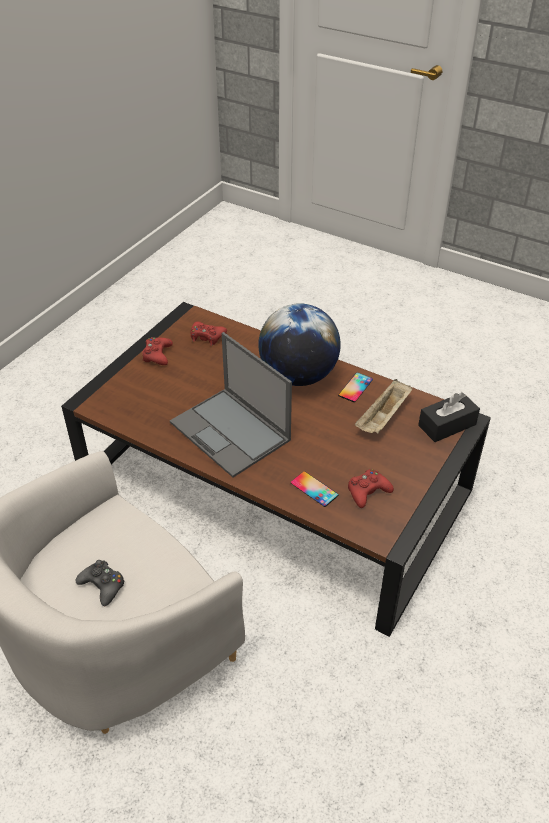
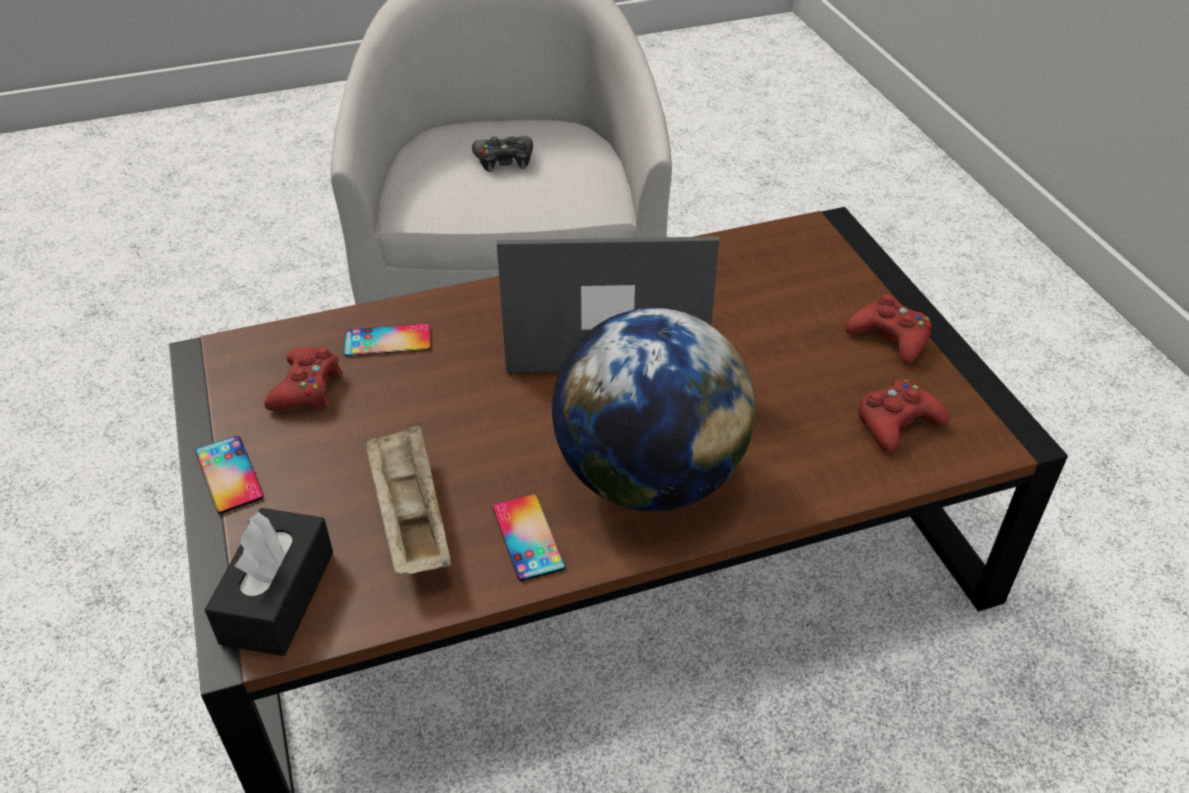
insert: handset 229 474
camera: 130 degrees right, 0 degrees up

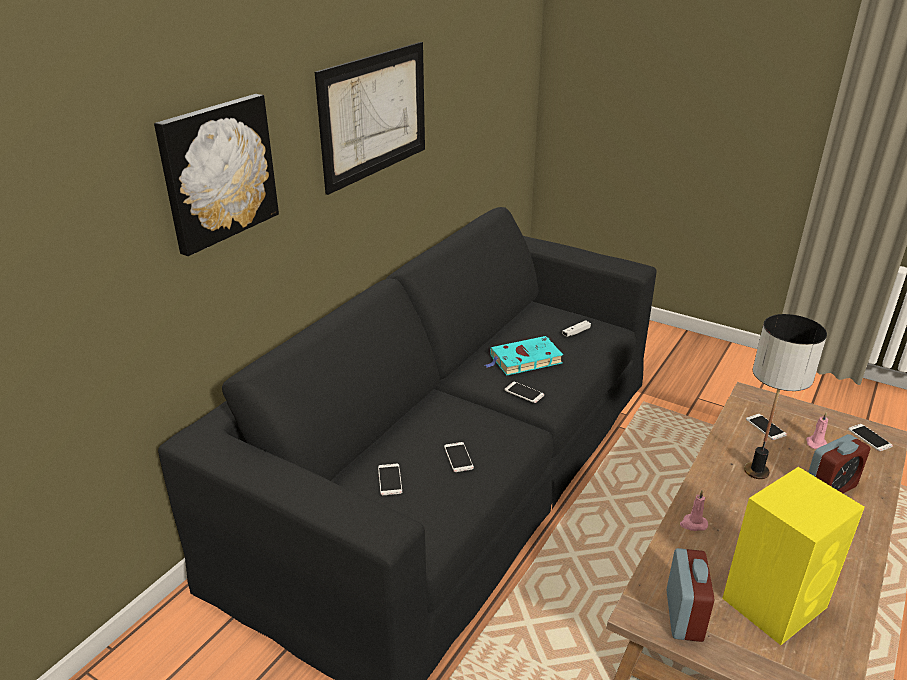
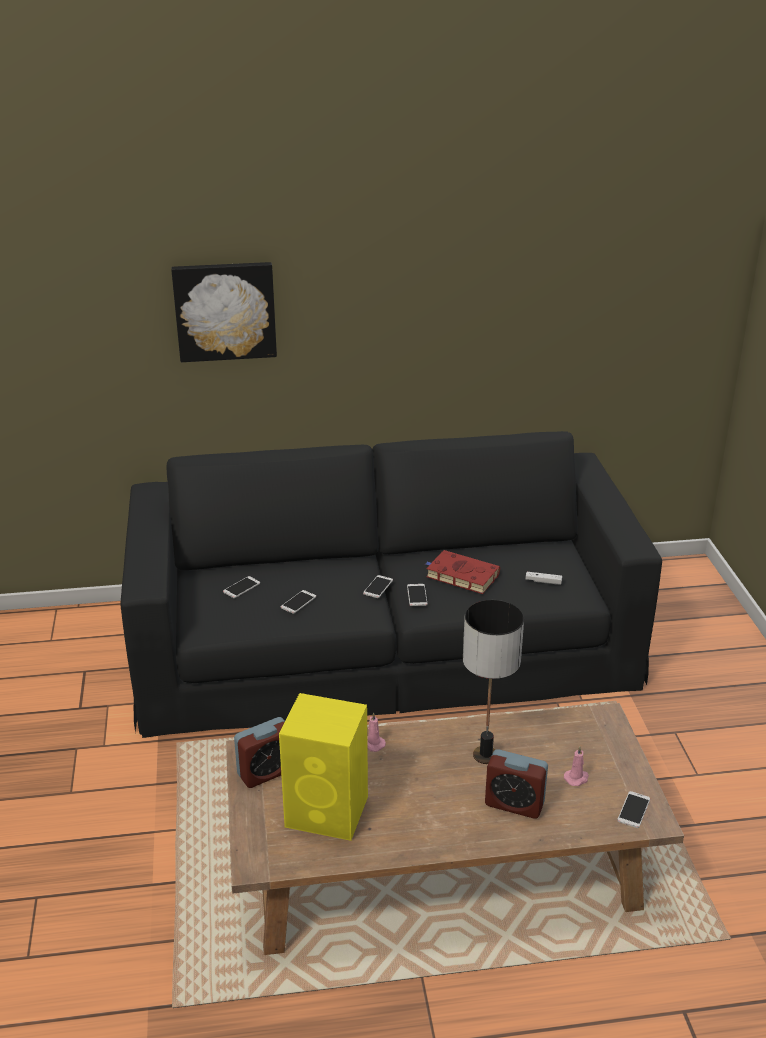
delete: wall art 374 114
move: handset 765 427 to 378 587
recolor: turquoise volume 524 360 to red-coloured volume 460 575
camera: 50 degrees right, 0 degrees up

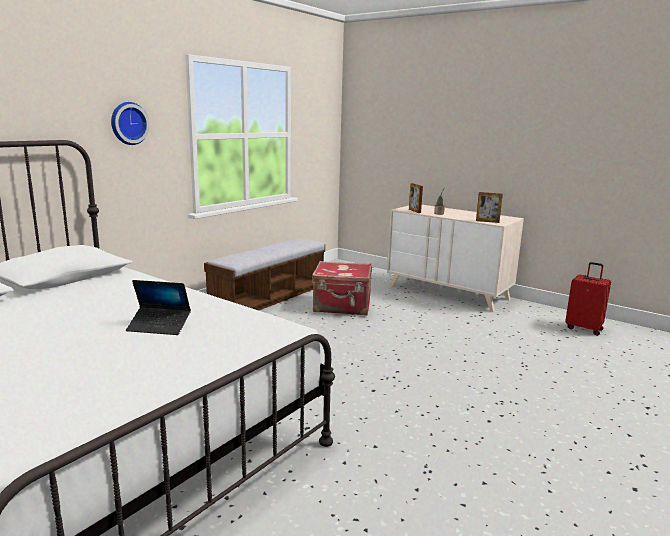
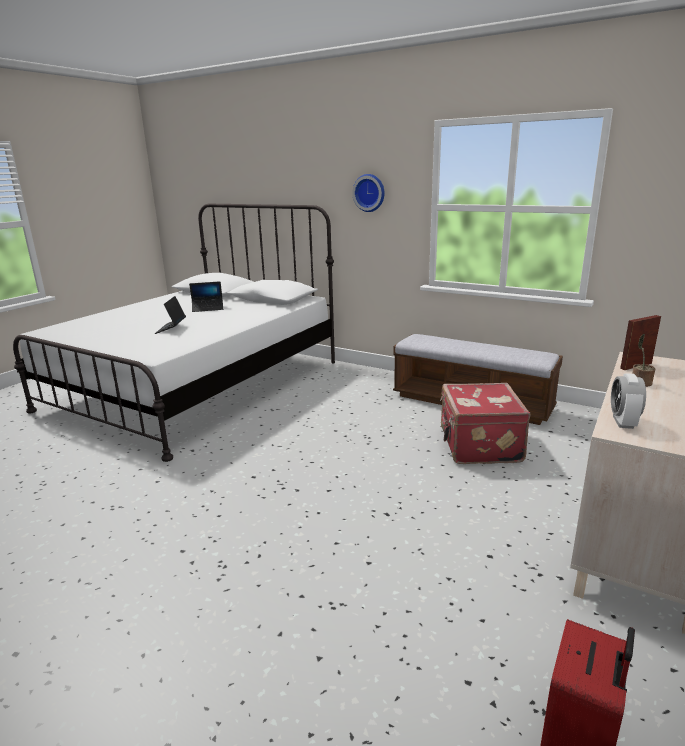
insert: notebook computer 208 308
replace: picture frame 487 221 to bedside clock 623 422
camera: 85 degrees right, 5 degrees up

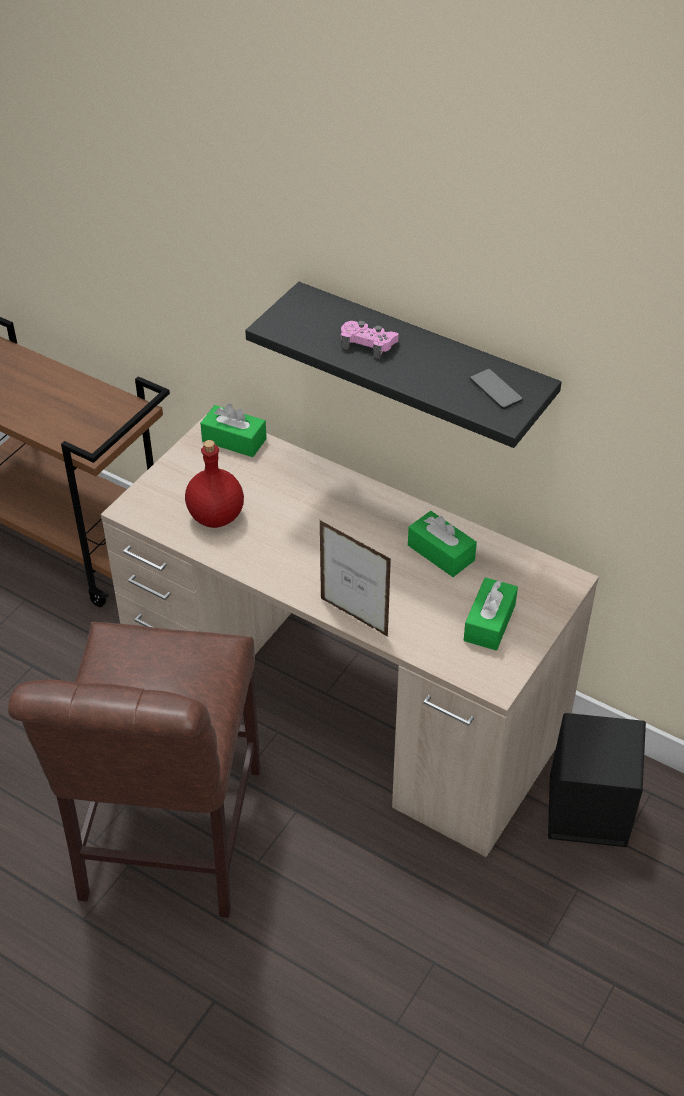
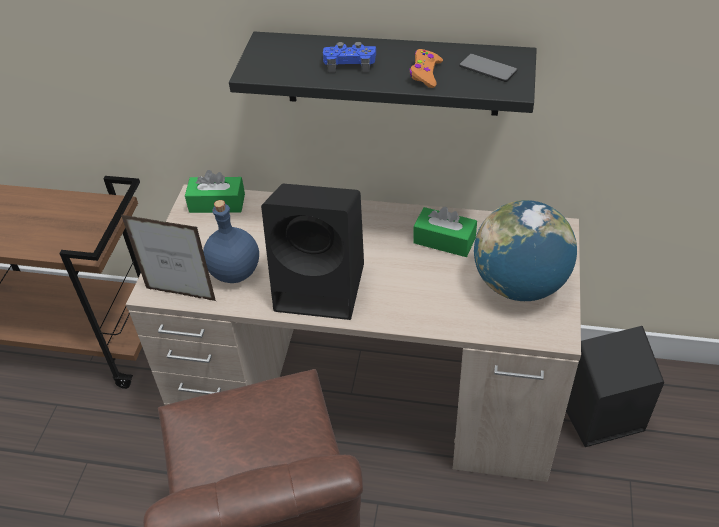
insert: black audio speaker 322 286; orangey gamepad 425 73
move: picture frame 354 617 to 181 294
replace: green-coloured tissue holder 489 622 to world globe 519 285
recolor: red-coloured drink bottle 215 517 to blue drink bottle 234 273; pink gamepad 368 343 to blue gamepad 350 63
camera: 20 degrees left, 0 degrees up

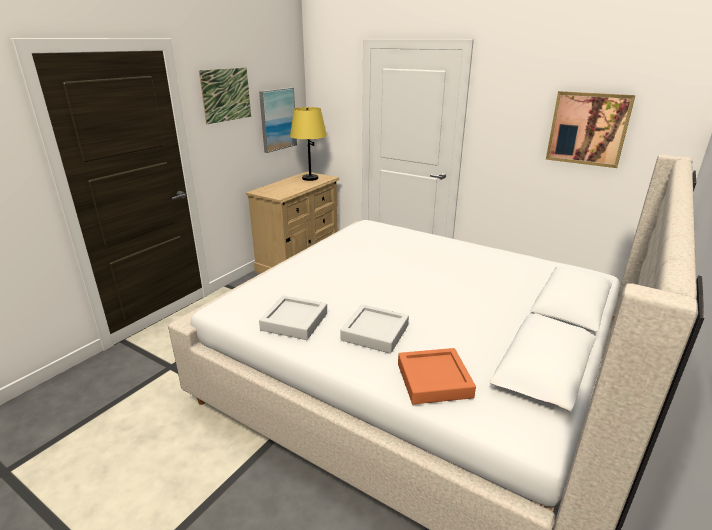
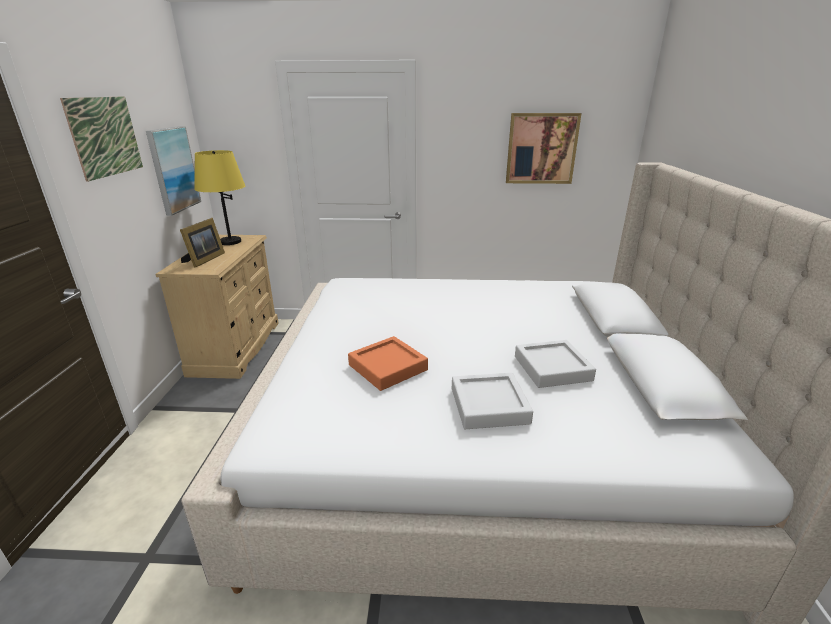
insert: picture frame 204 260
move: gray carrying tray 294 322 to 552 368; orangey carrying tray 434 380 to 388 367
camera: 30 degrees left, 0 degrees up

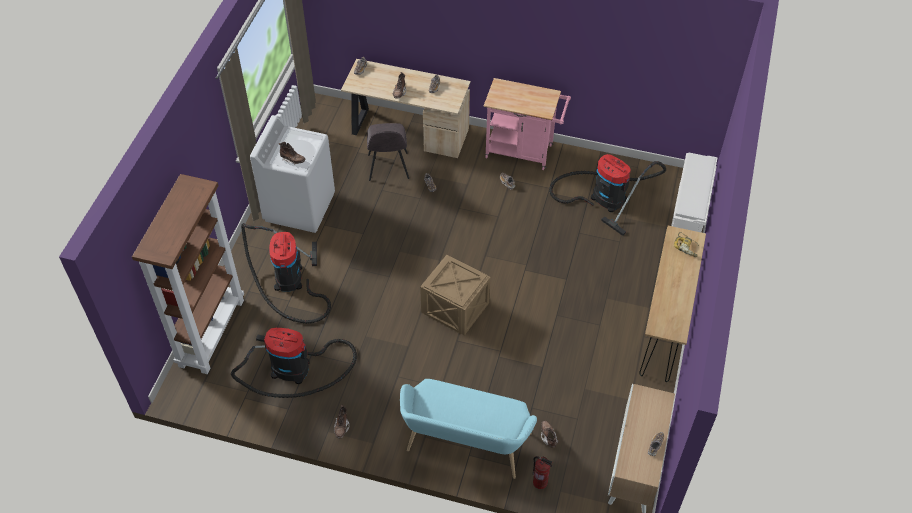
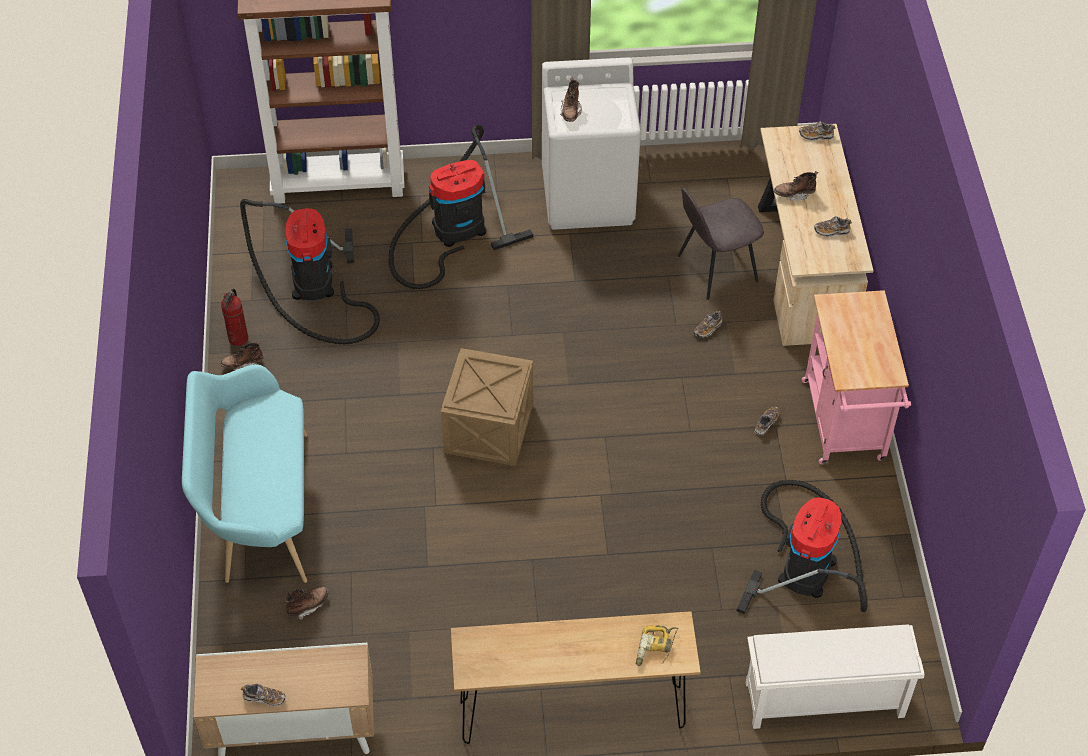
move: fire-fighting cylinder 540 482 to 238 338
camera: 70 degrees right, 0 degrees up

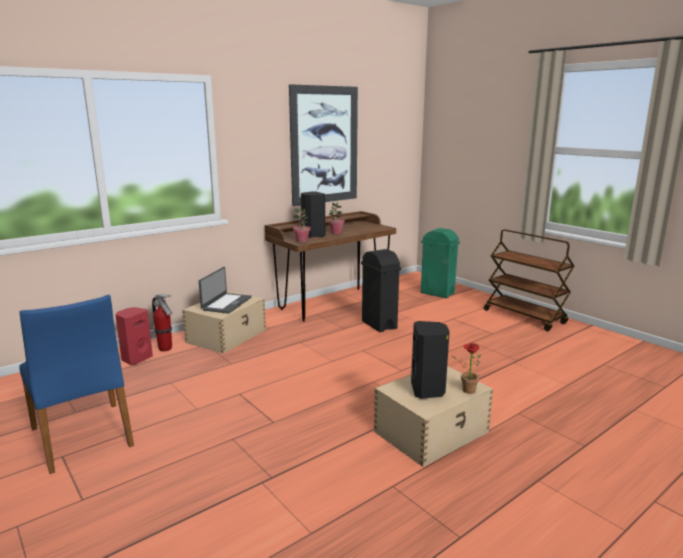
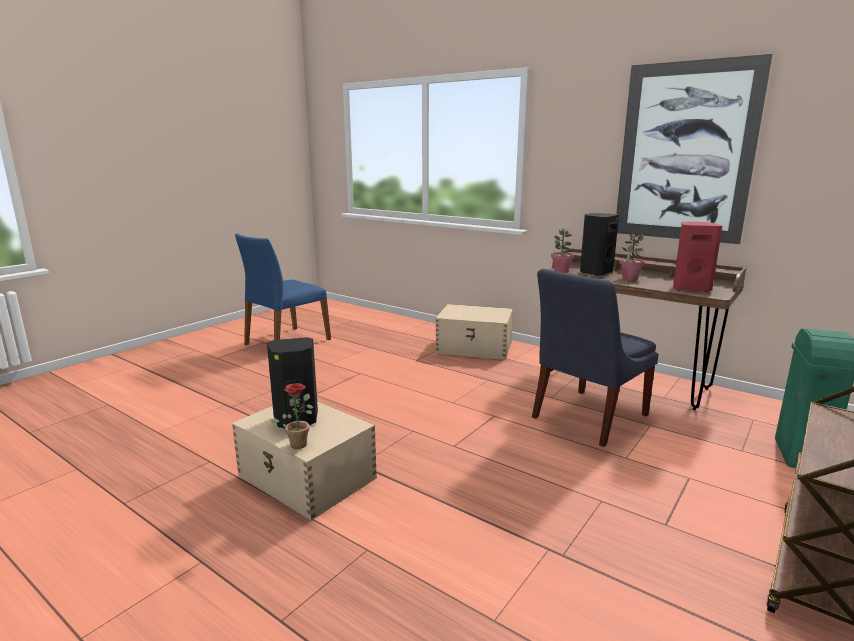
delete: fire-fighting cylinder 165 349; notebook computer 226 303
move: red-coloured audio speaker 136 358 to 690 288
replace: black rubbish bin 379 325 to blue chair 586 417
camera: 75 degrees right, 0 degrees up

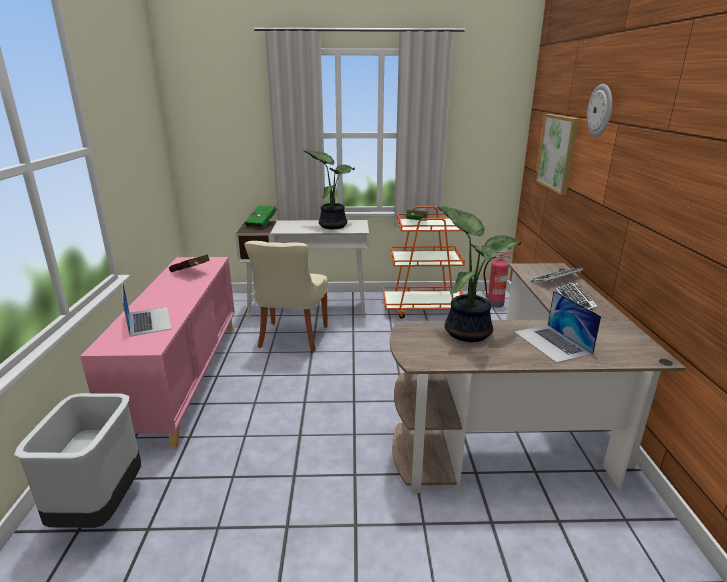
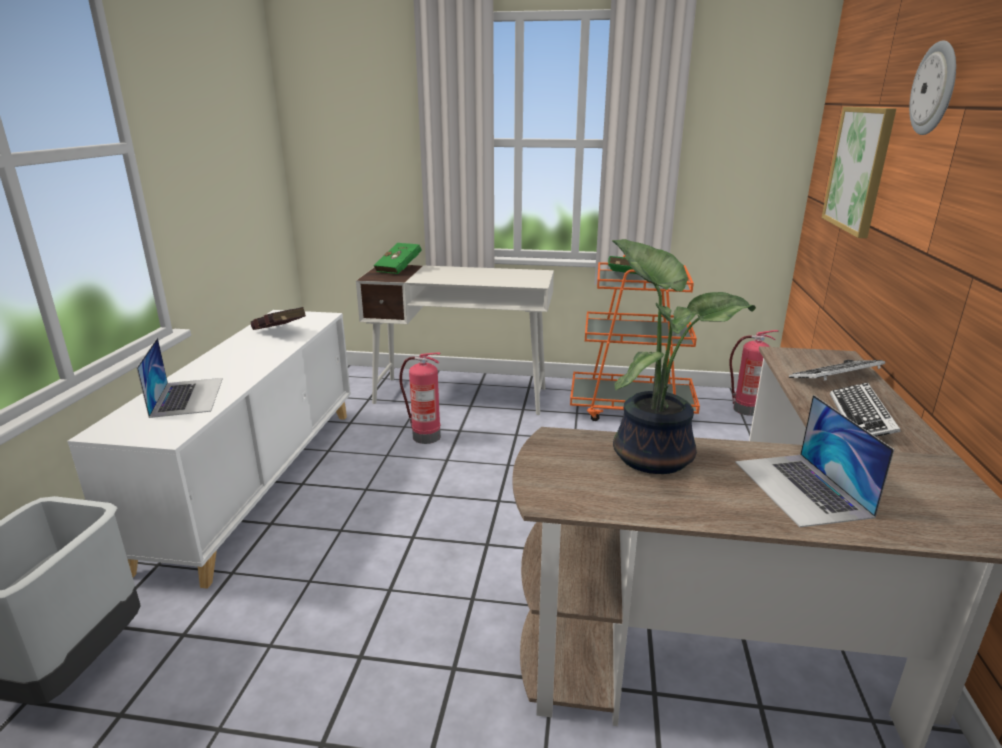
delete: potted plant 332 225
replace: beige chair 292 338 to fire-fighting cylinder 425 437
recolor: pink storage cabinet 184 377 to white storage cabinet 257 481
camera: 10 degrees right, 0 degrees up

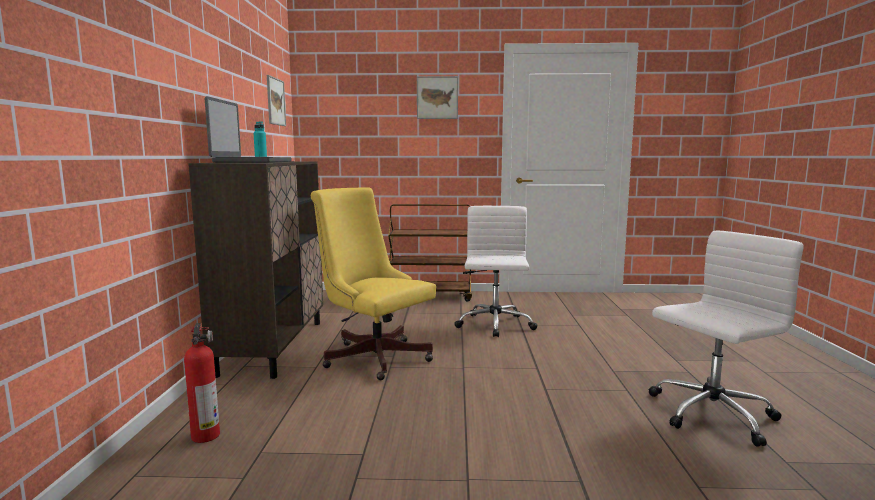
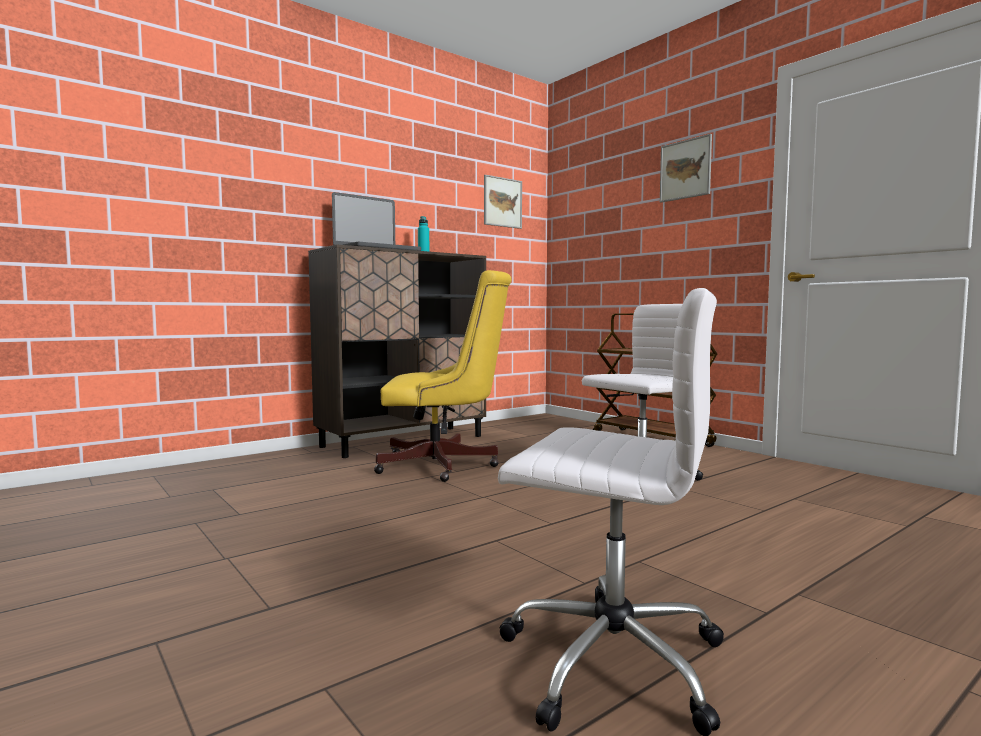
delete: fire-fighting cylinder 206 434
rotate: yellow desk chair 373 356 = 444 466 90 degrees clockwise
camera: 50 degrees right, 5 degrees down

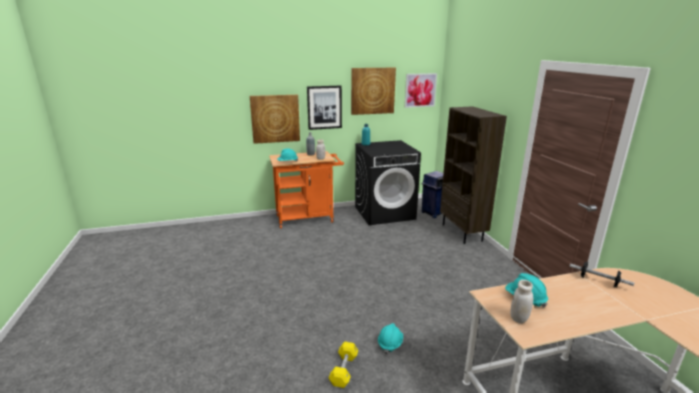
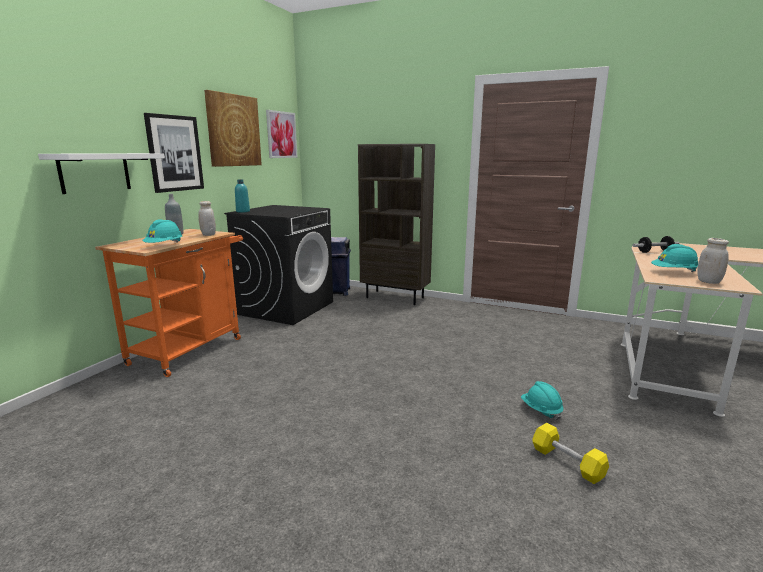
replace: wall art 275 118 to white shelf 95 172
camera: 50 degrees left, 5 degrees down

